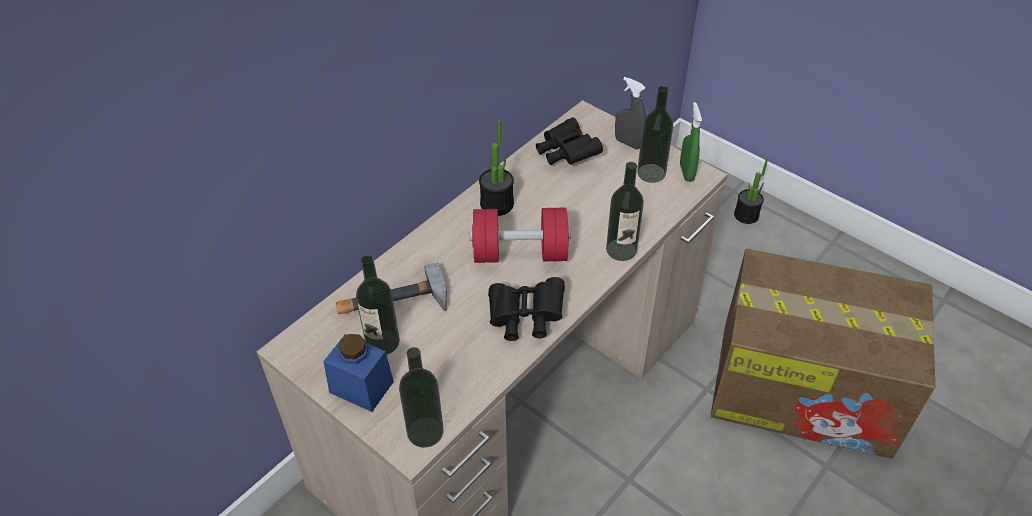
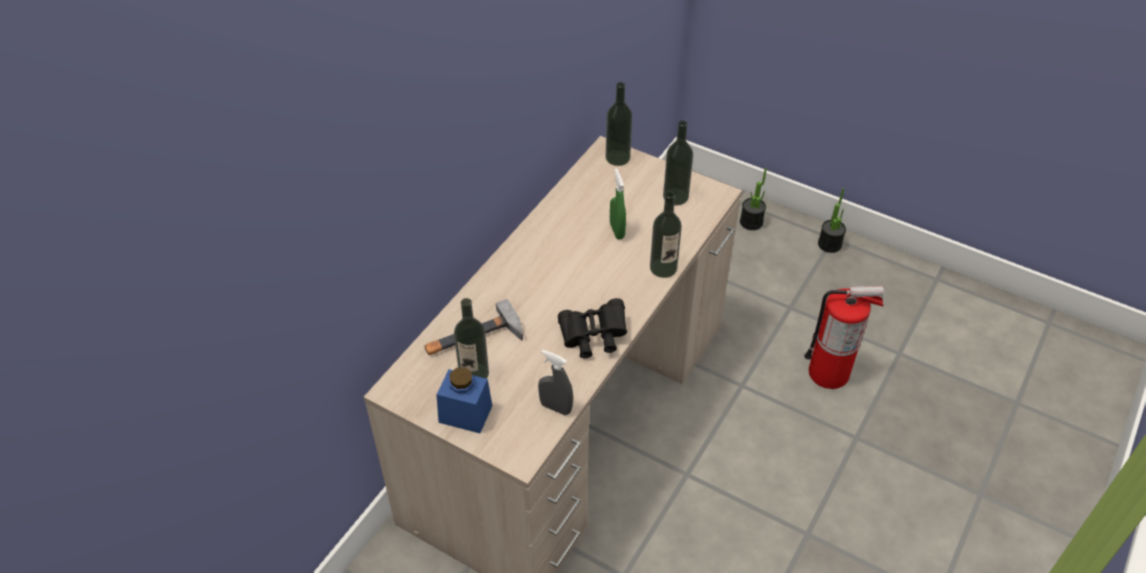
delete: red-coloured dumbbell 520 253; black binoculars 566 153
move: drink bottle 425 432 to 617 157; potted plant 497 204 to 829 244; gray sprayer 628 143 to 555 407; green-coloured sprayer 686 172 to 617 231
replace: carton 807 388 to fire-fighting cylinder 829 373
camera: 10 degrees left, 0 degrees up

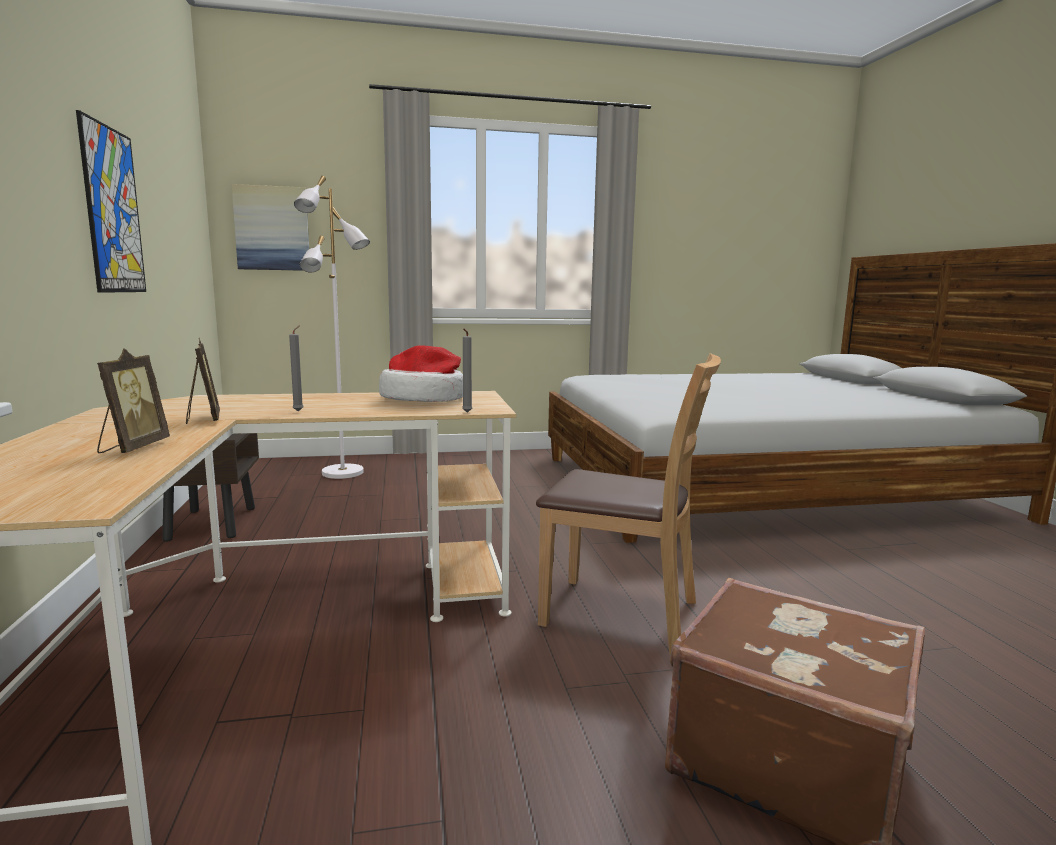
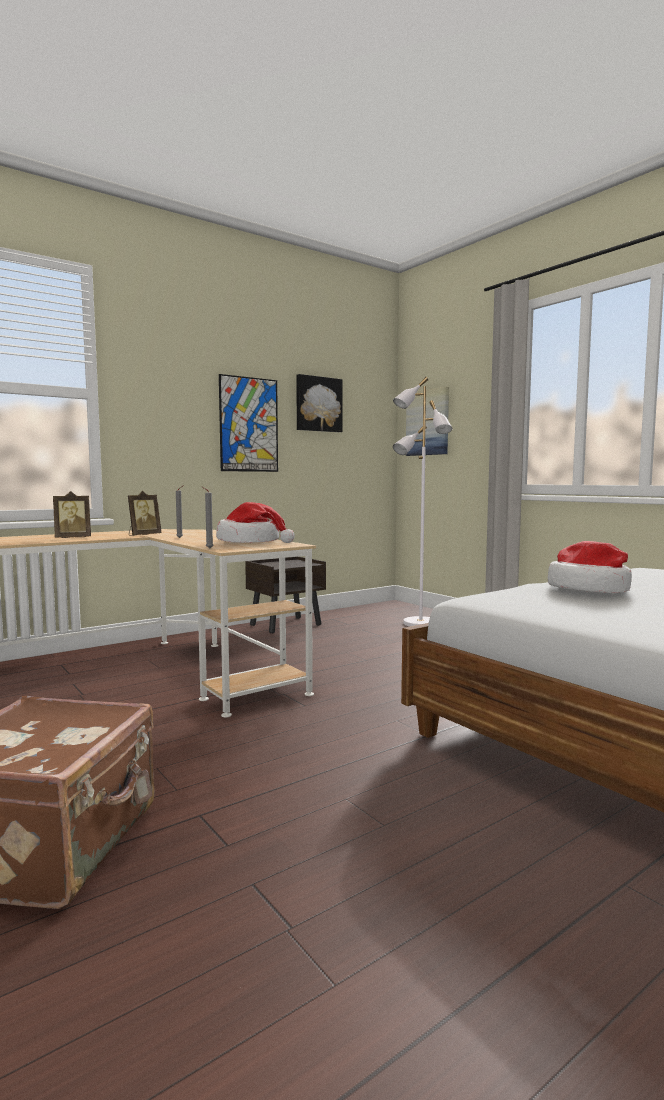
delete: brownish chair 622 614
insert: wall art 318 404; clothing hat 589 589
camera: 65 degrees right, 5 degrees down

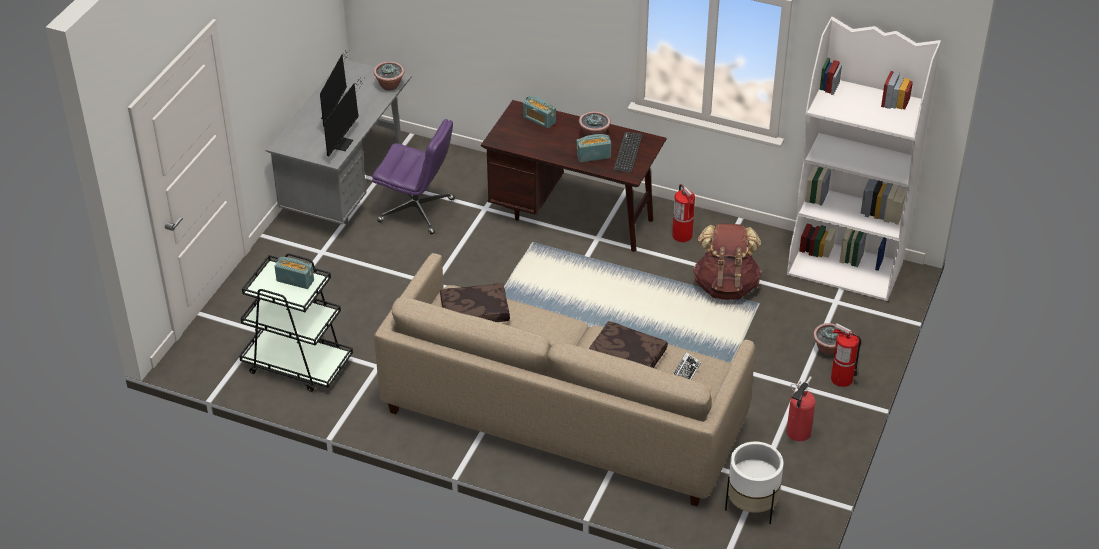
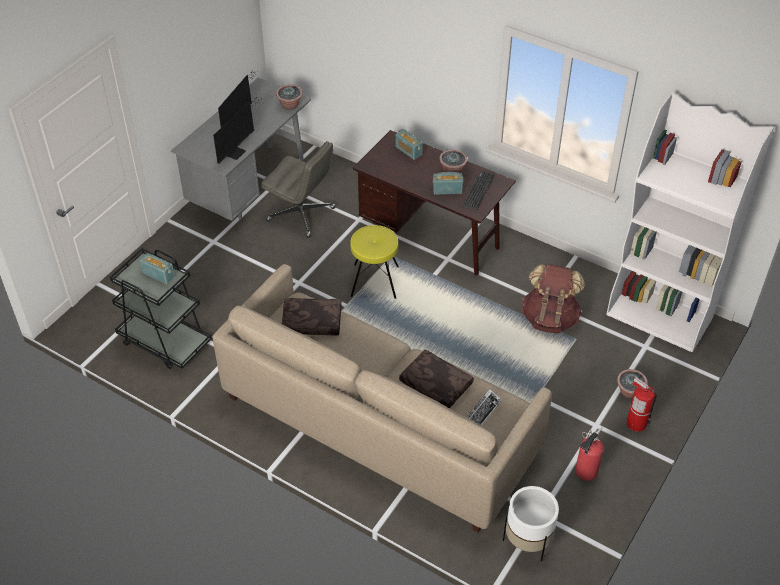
delete: fire-fighting cylinder 682 236
insert: yellow stool 374 281
recolor: purple desk chair 417 210 to gray desk chair 302 214
camera: 10 degrees right, 5 degrees up

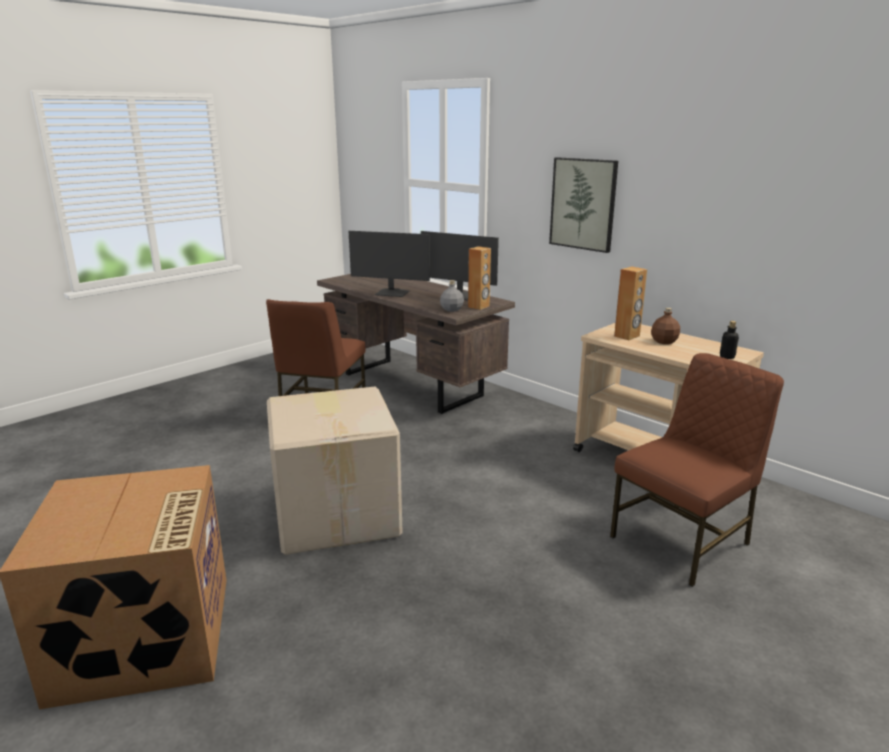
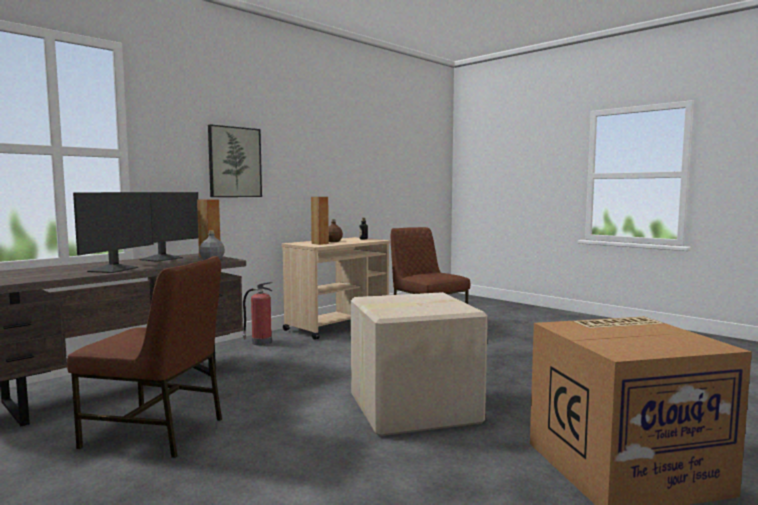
insert: fire-fighting cylinder 260 342
camera: 90 degrees left, 15 degrees down

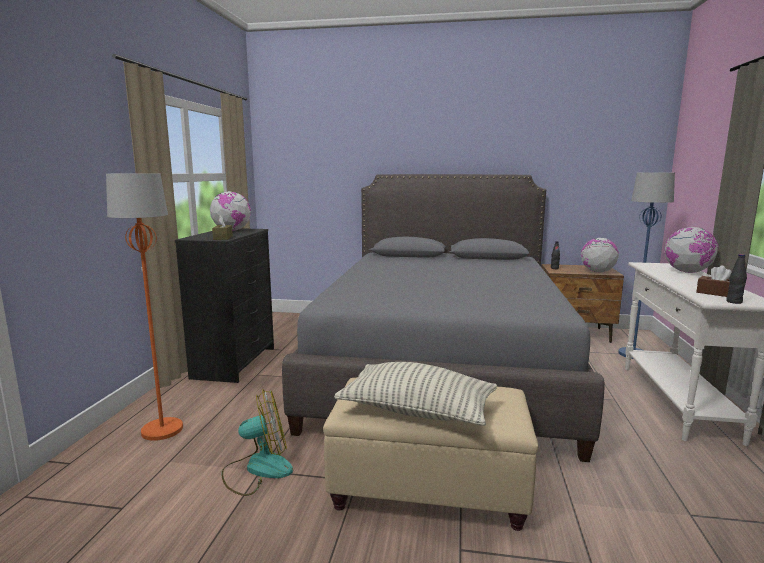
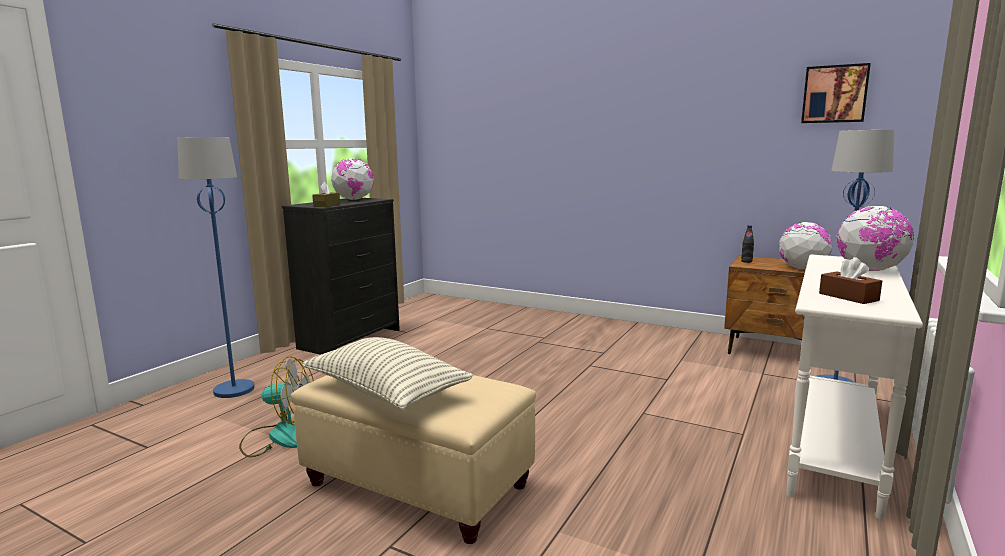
delete: gray bedroom bed 442 366; black drink bottle 734 302
insert: wall art 834 94
recolor: orangey floor lamp 162 430 to blue floor lamp 234 390
camera: 20 degrees right, 0 degrees up

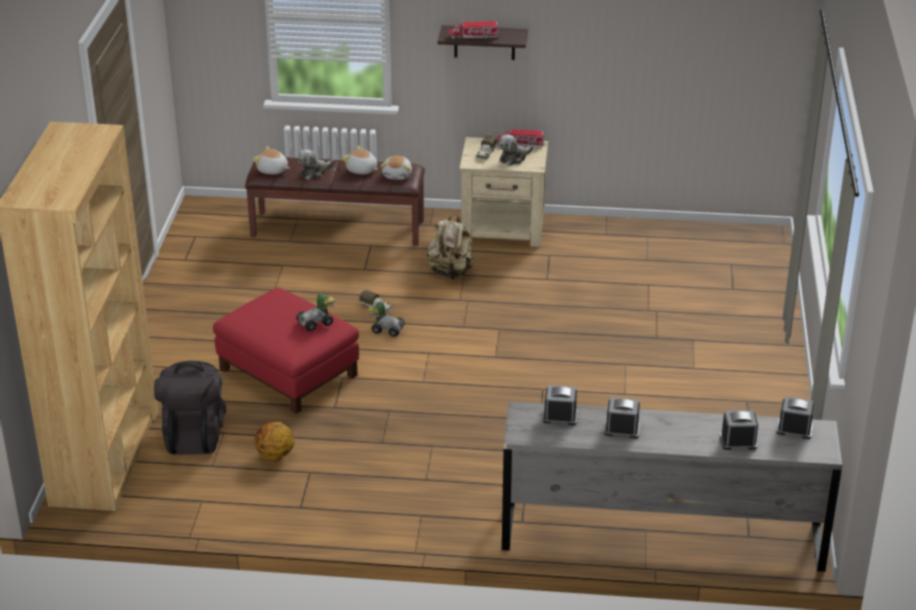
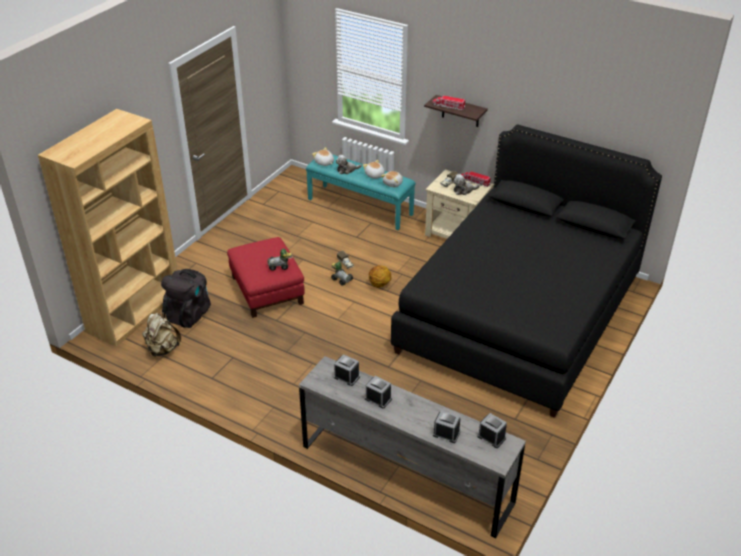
insert: black bedroom bed 520 314
move: basketball 275 456 to 379 285; beige backpack 451 272 to 162 349
recolor: brownish indoor bench 338 228 to turquoise indoor bench 360 206
camera: 25 degrees right, 5 degrees up

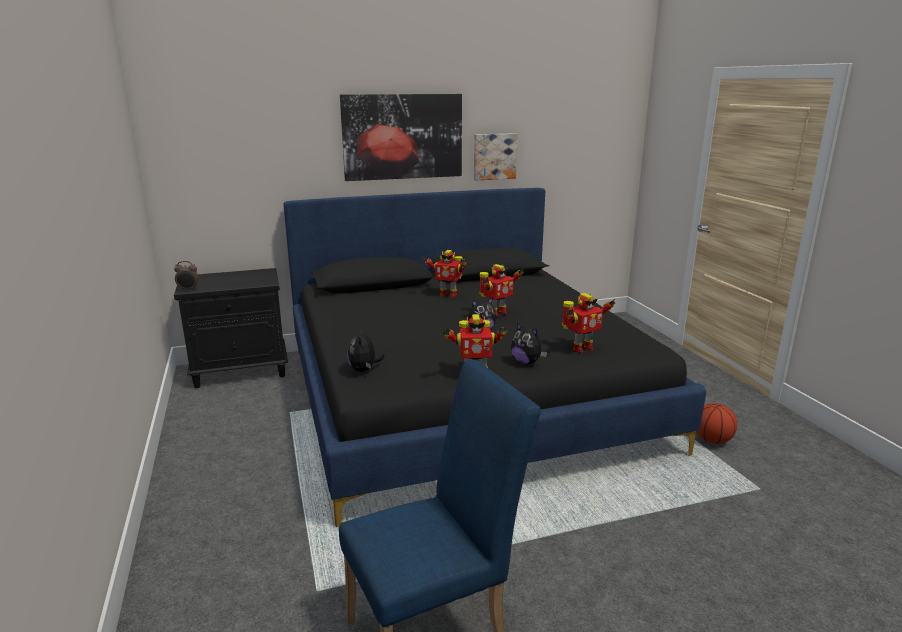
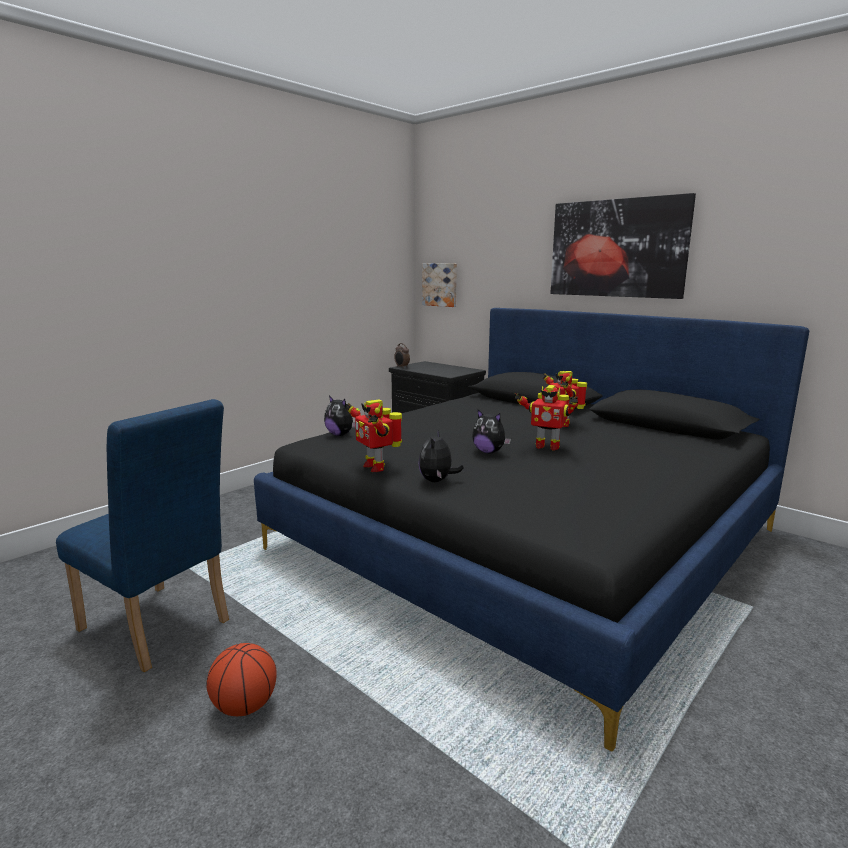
delete: toy robot 581 348
move: wall art 494 156 to 440 284; basketball 712 440 to 245 706
rotate: plush toy 364 370 = 340 435 105 degrees counterclockwise
camera: 60 degrees right, 5 degrees down

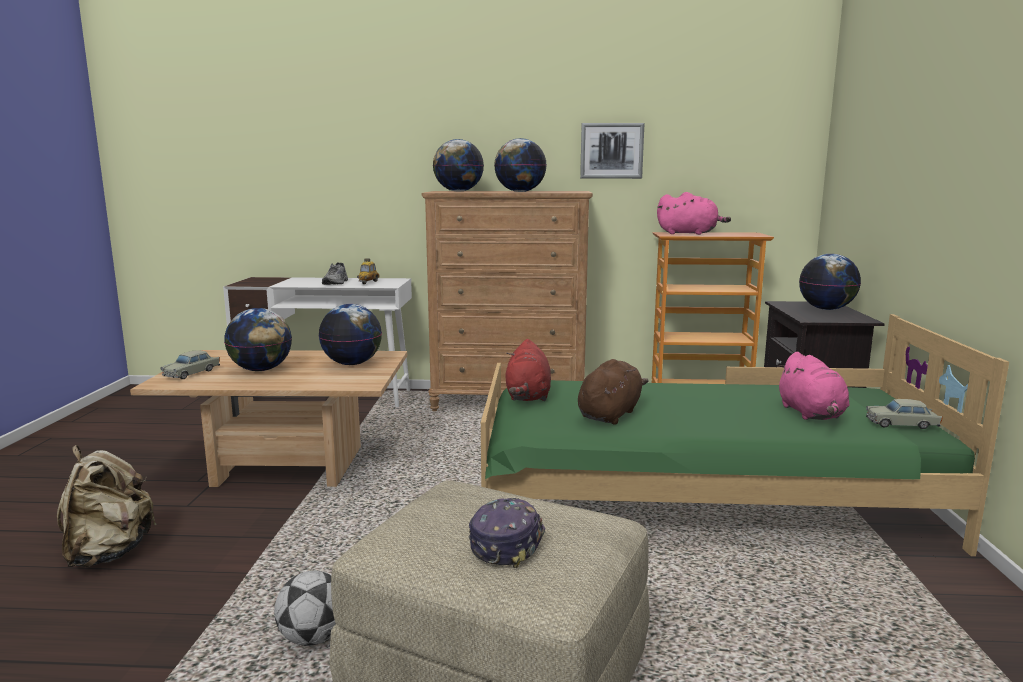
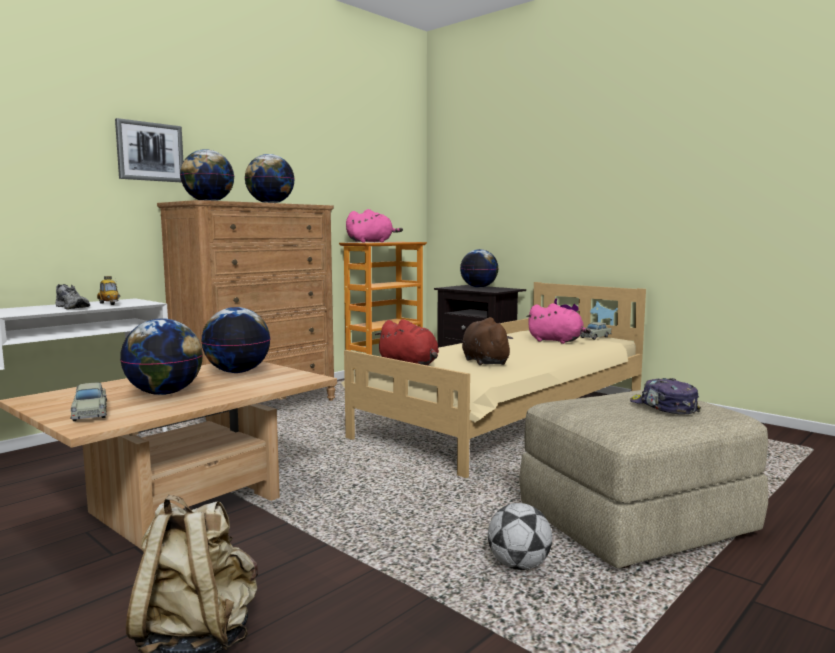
move: wall art 611 151 to 150 152
recolor: green-coloured bedroom bed 699 500 to beige bedroom bed 508 418
camera: 50 degrees left, 5 degrees down

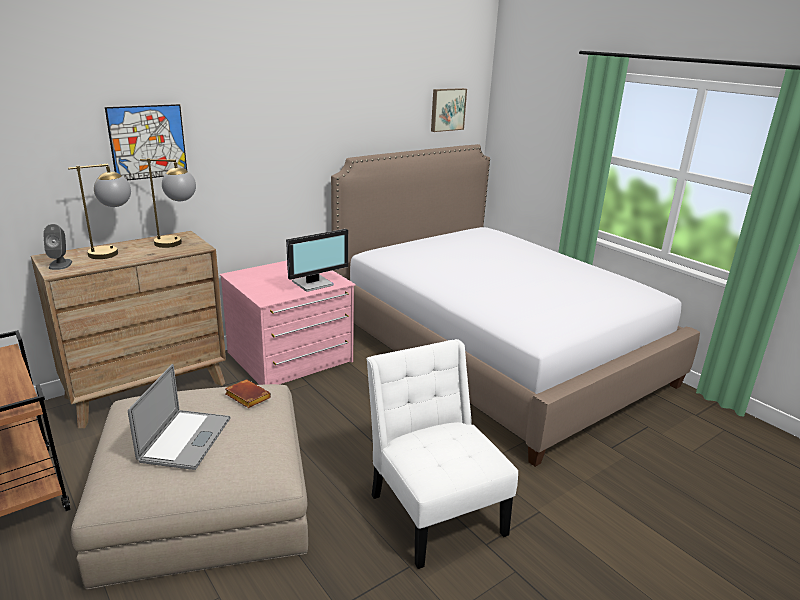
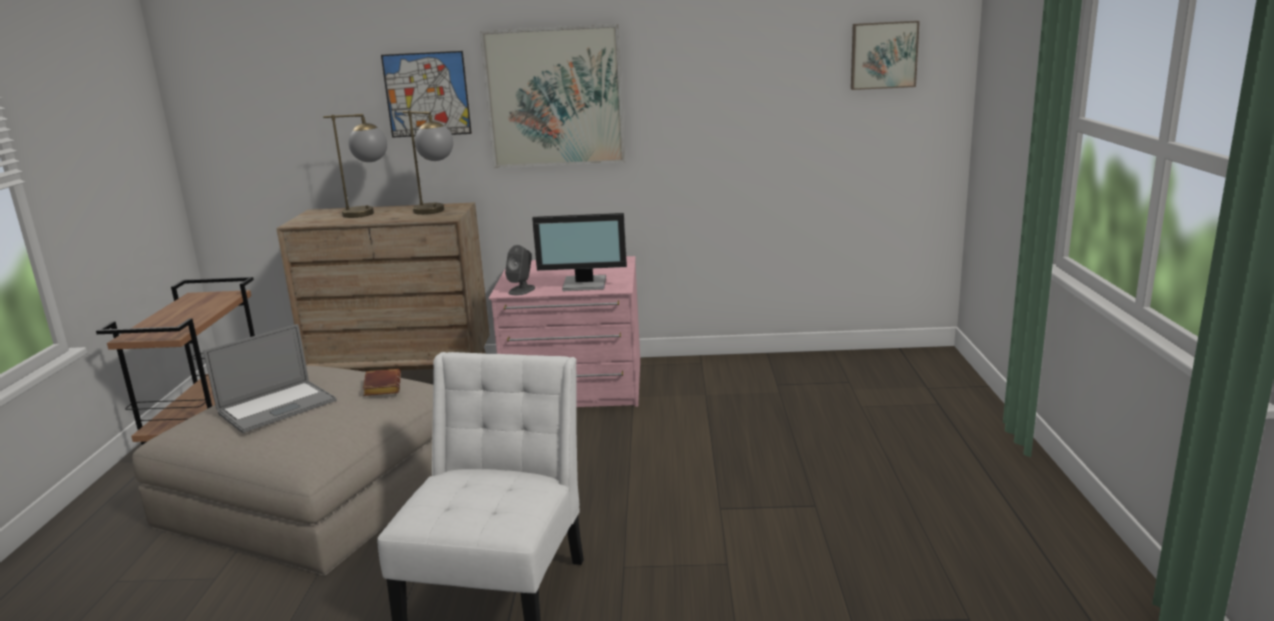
delete: bedroom bed 495 352
insert: wall art 555 97
move: gray audio speaker 60 264 to 522 290
camera: 40 degrees right, 5 degrees down

